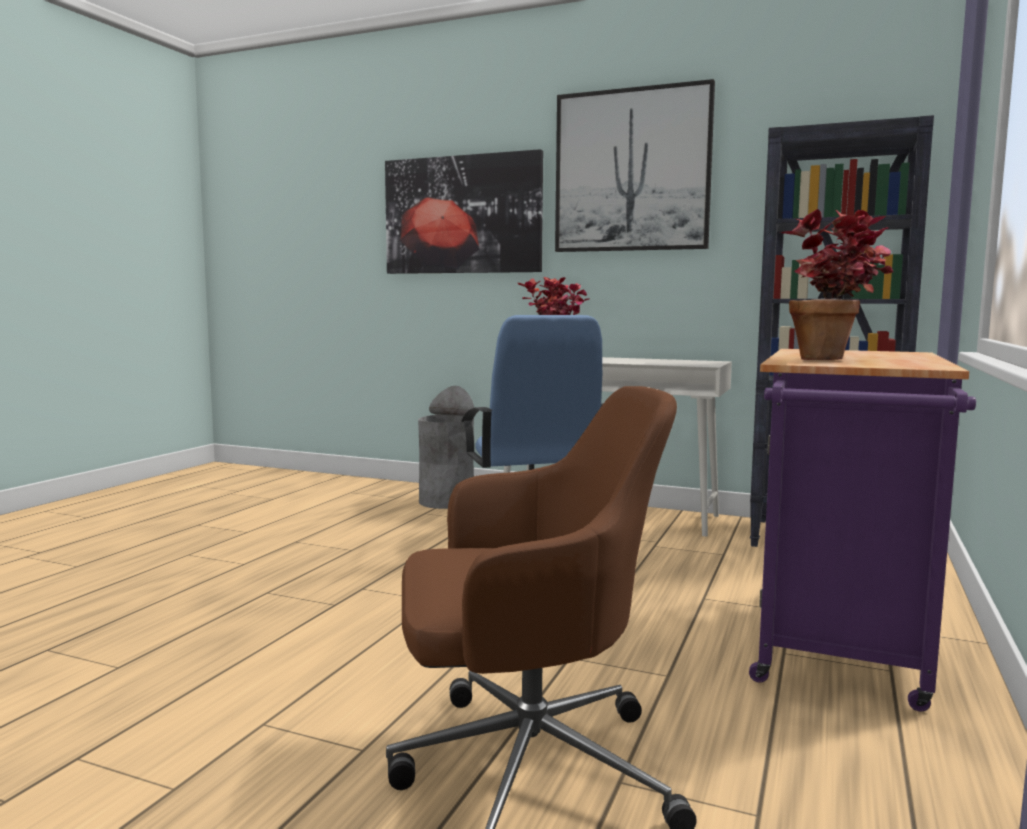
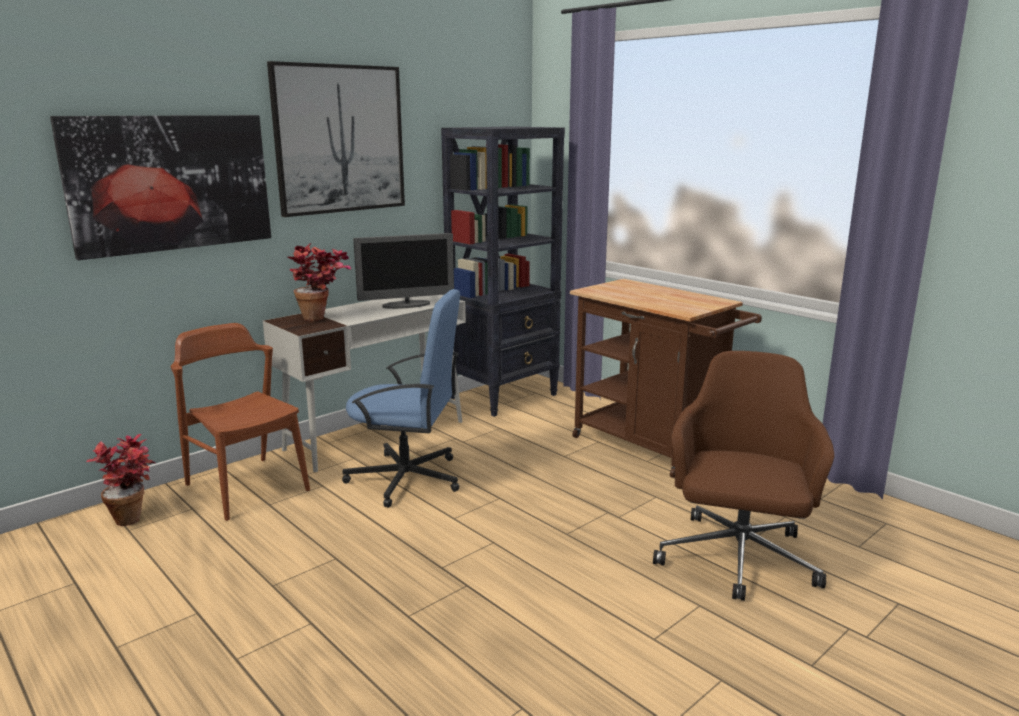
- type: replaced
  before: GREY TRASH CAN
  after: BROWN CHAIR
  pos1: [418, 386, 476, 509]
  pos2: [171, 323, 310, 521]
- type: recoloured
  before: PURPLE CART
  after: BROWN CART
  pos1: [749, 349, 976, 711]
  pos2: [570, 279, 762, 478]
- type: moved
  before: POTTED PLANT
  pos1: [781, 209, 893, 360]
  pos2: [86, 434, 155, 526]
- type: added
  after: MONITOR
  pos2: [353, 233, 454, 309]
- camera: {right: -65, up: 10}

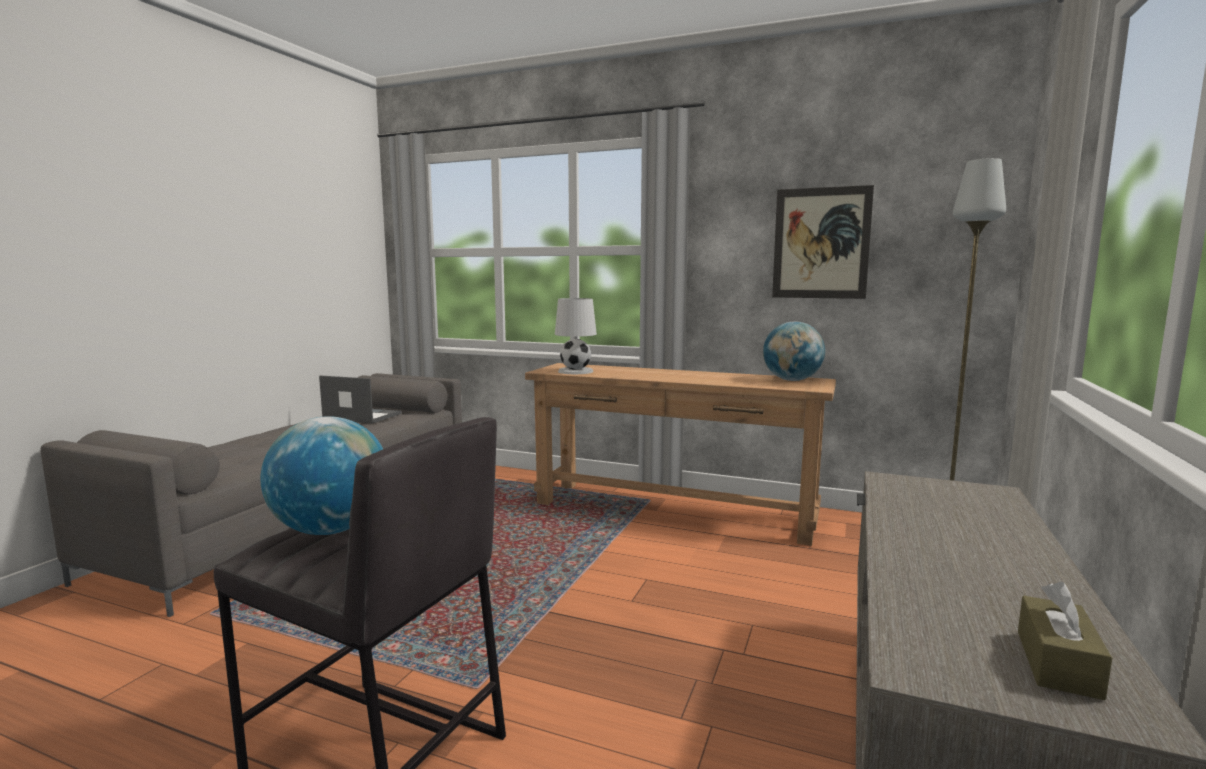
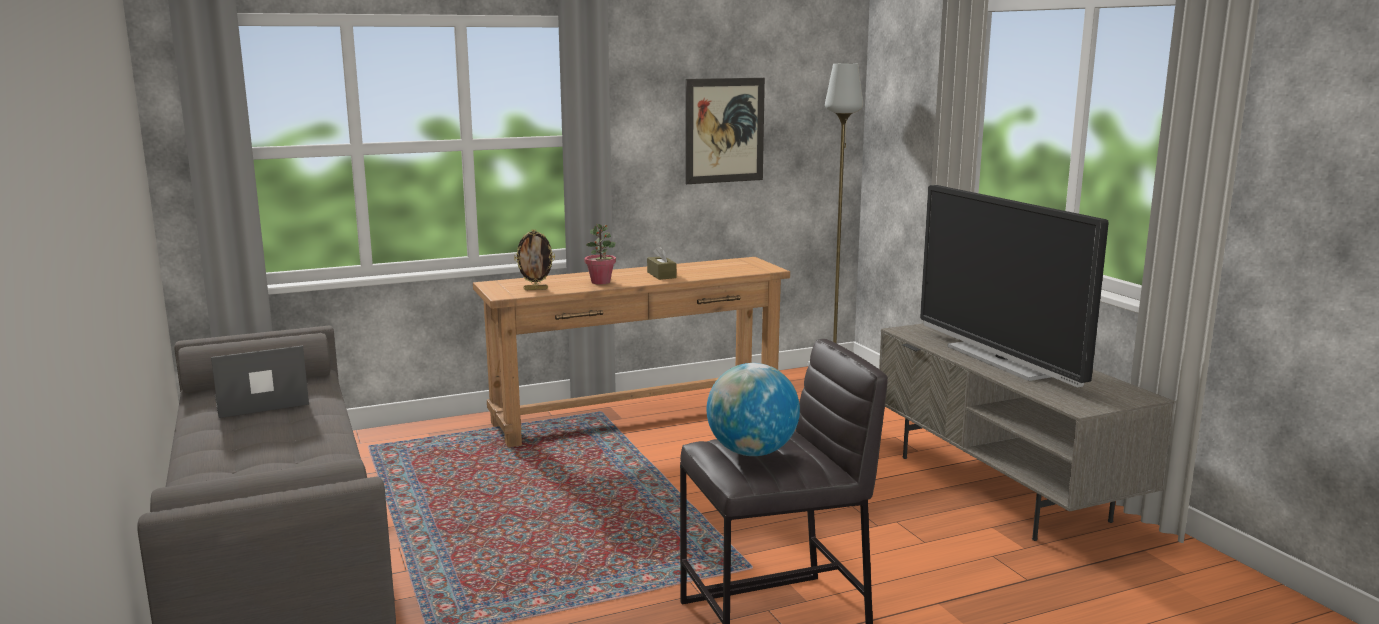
- type: replaced
  before: WHITE TABLE LAMP
  after: PICTURE FRAME
  pos1: [555, 298, 597, 374]
  pos2: [514, 229, 555, 290]
- type: removed
  before: GLOBE
  pos1: [763, 321, 825, 381]
- type: moved
  before: BROWN TISSUE BOX
  pos1: [1018, 581, 1112, 700]
  pos2: [647, 246, 677, 280]
- type: added
  after: POTTED PLANT
  pos2: [585, 224, 616, 285]
- type: added
  after: TELEVISION
  pos2: [920, 185, 1109, 387]
- camera: {right: -45, up: 5}

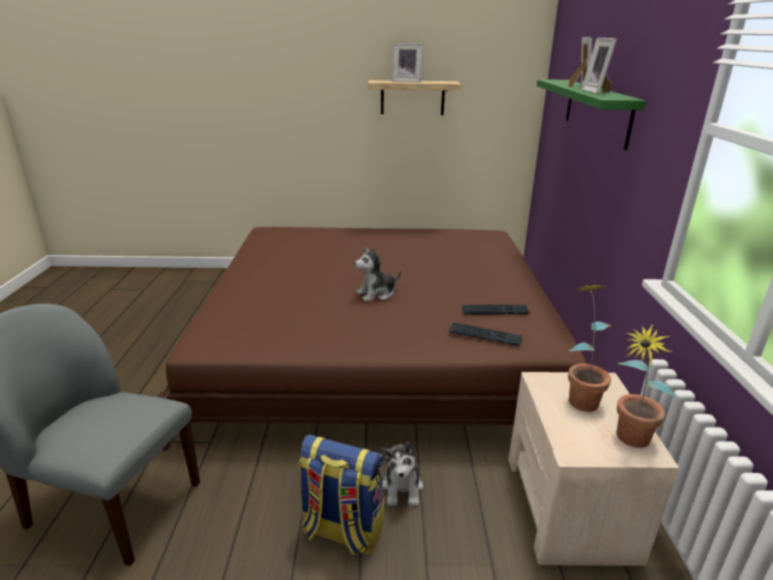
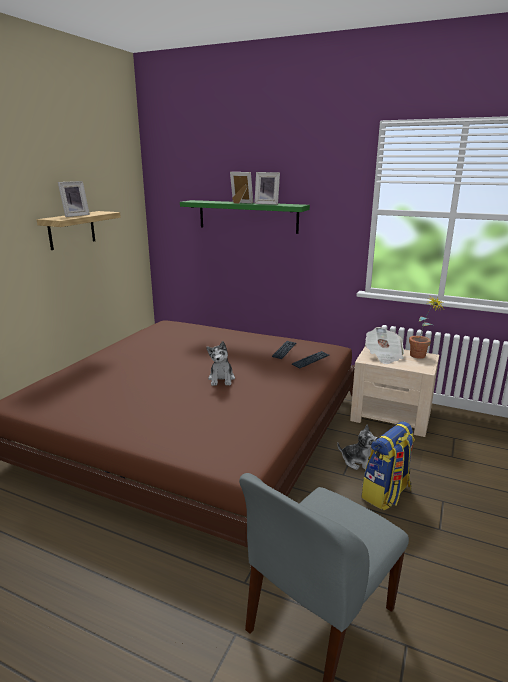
- type: replaced
  before: POTTED PLANT
  after: NEWSPAPER
  pos1: [568, 285, 612, 412]
  pos2: [365, 327, 404, 364]
- camera: {right: -65, up: -5}

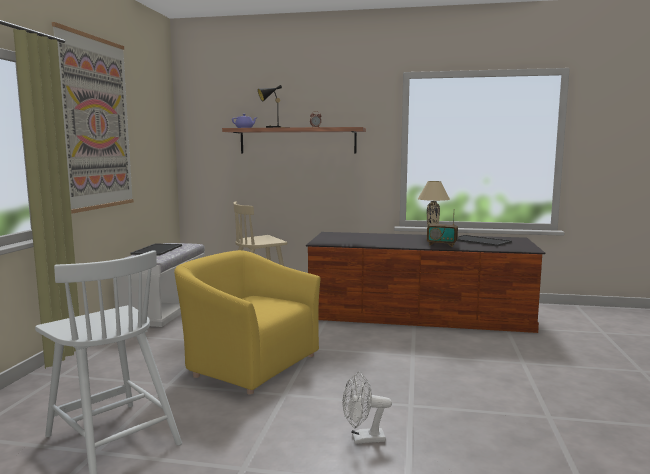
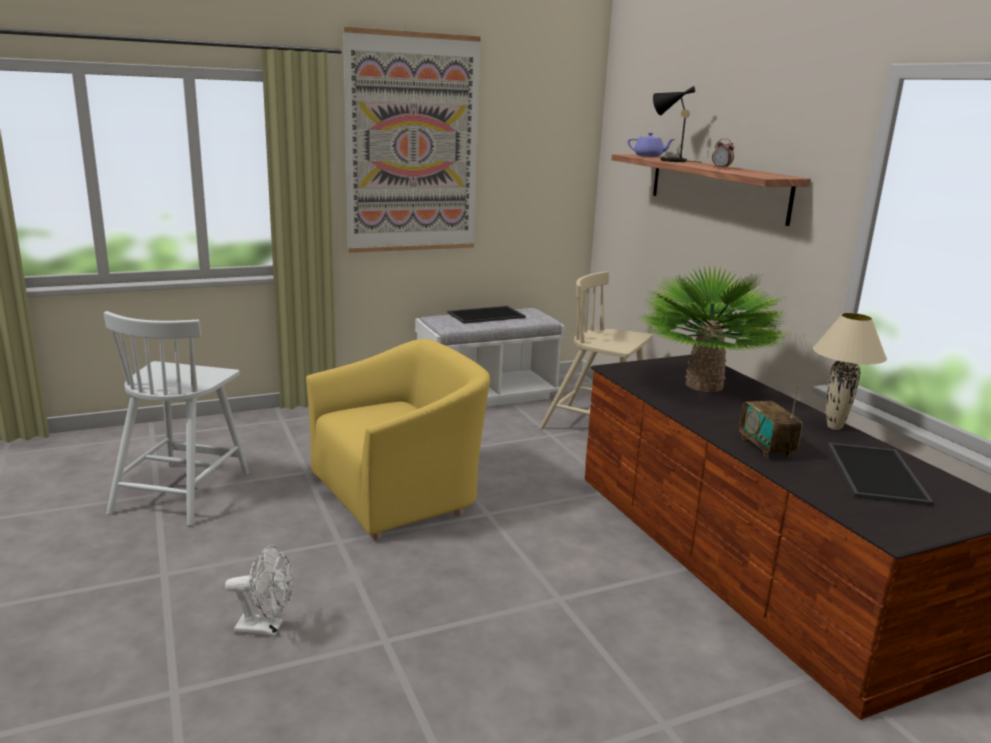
- type: turned
  before: YELLOW ARMCHAIR
  pos1: [174, 250, 320, 395]
  pos2: [306, 339, 490, 540]
  turn: 60
- type: turned
  before: WHITE FAN
  pos1: [343, 371, 392, 444]
  pos2: [225, 545, 293, 637]
  turn: 135
- type: added
  after: POTTED PLANT
  pos2: [639, 265, 789, 392]
- camera: {right: 55, up: 10}

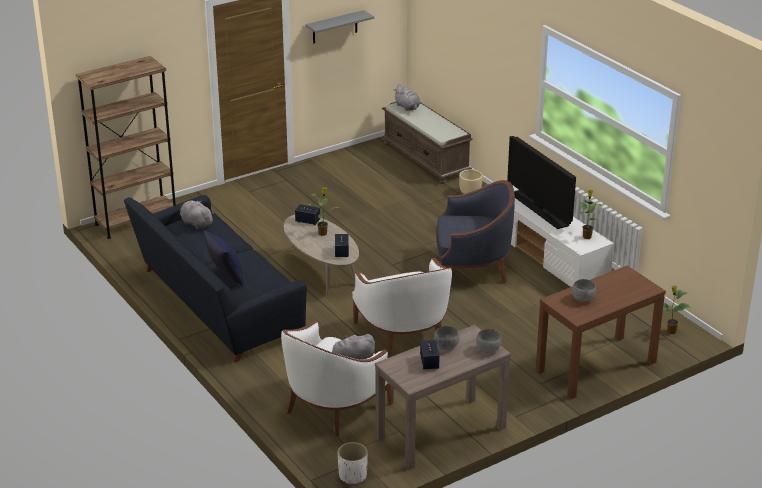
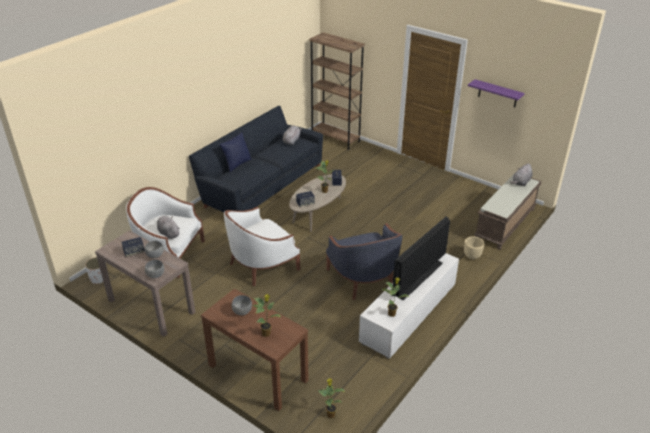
- type: recoloured
  before: GREY SHELF
  after: PURPLE SHELF
  pos1: [306, 10, 374, 44]
  pos2: [468, 79, 525, 107]
- type: added
  after: POTTED PLANT
  pos2: [252, 294, 281, 337]
- camera: {right: 70, up: 5}

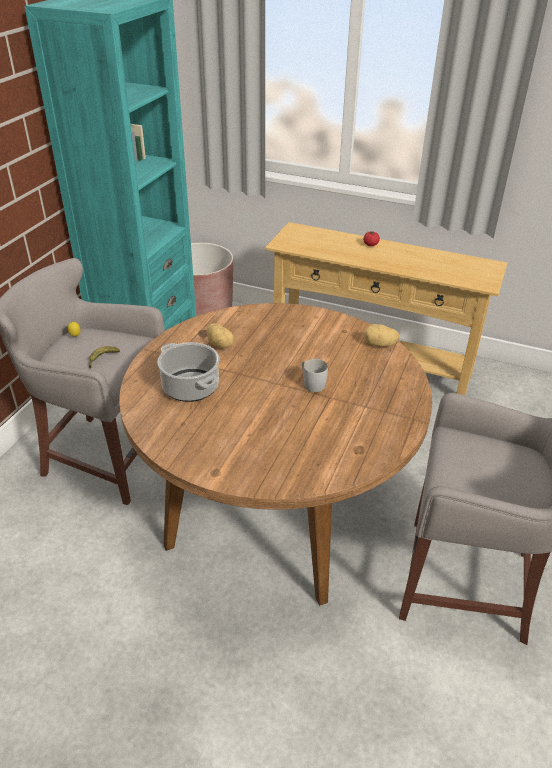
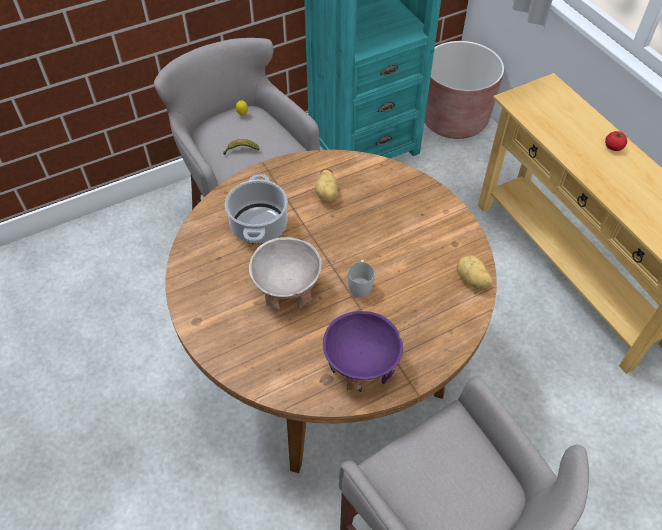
- type: added
  after: BEIGE BOWL
  pos2: [249, 237, 322, 311]
- type: added
  after: PURPLE BOWL
  pos2: [323, 311, 403, 392]
- camera: {right: 40, up: 15}

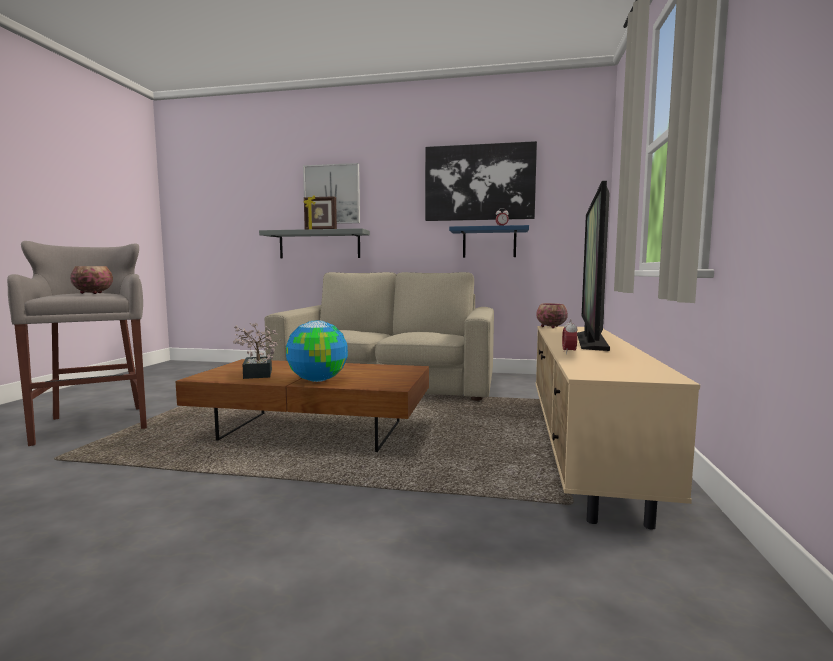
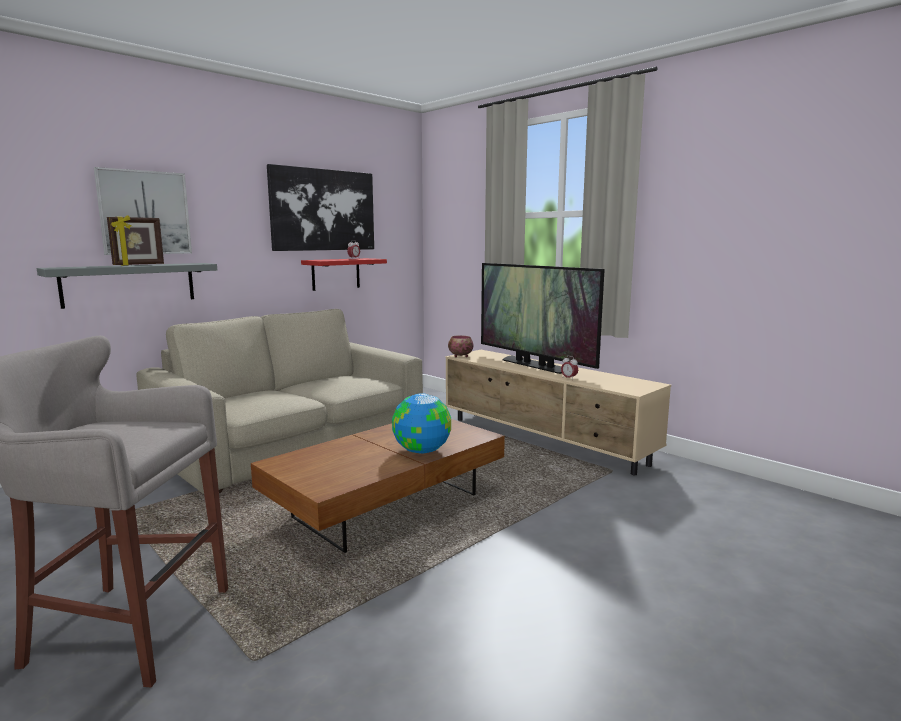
- type: removed
  before: BOWL
  pos1: [70, 266, 113, 294]
- type: removed
  before: POTTED PLANT
  pos1: [233, 322, 281, 379]
- type: recoloured
  before: BLUE SHELF
  after: RED SHELF
  pos1: [449, 225, 529, 258]
  pos2: [301, 258, 387, 291]
- camera: {right: -55, up: 5}

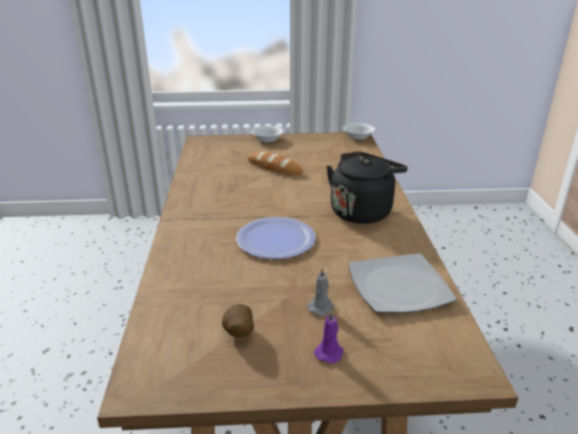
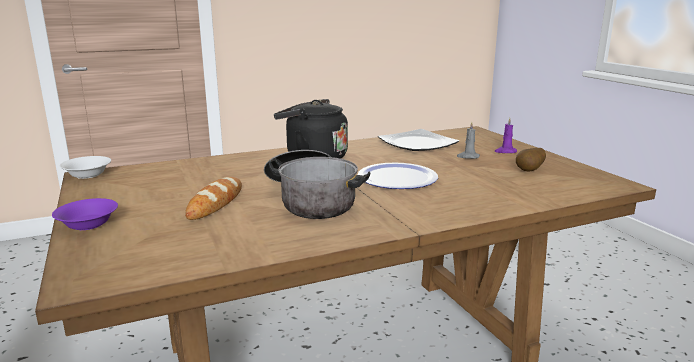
- type: recoloured
  before: WHITE BOWL
  after: PURPLE BOWL
  pos1: [251, 126, 284, 142]
  pos2: [52, 198, 118, 230]
- type: added
  after: COOKING POT
  pos2: [264, 150, 370, 219]
- camera: {right: -110, up: -10}

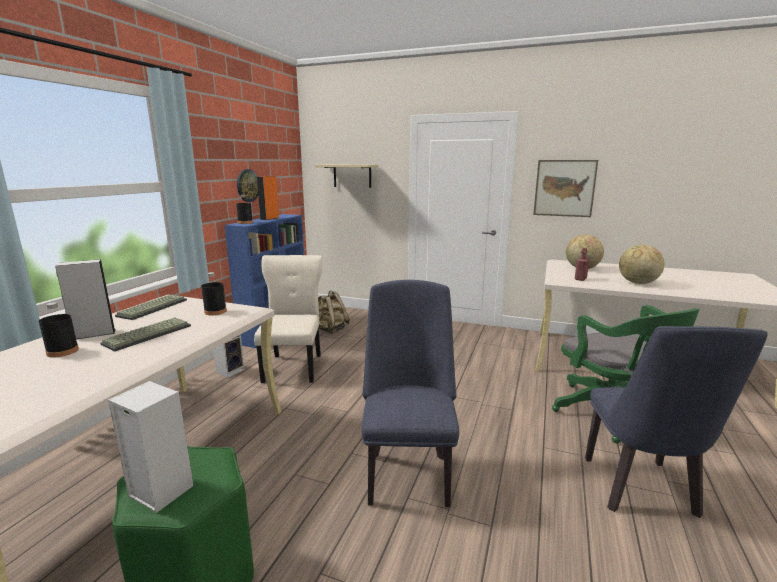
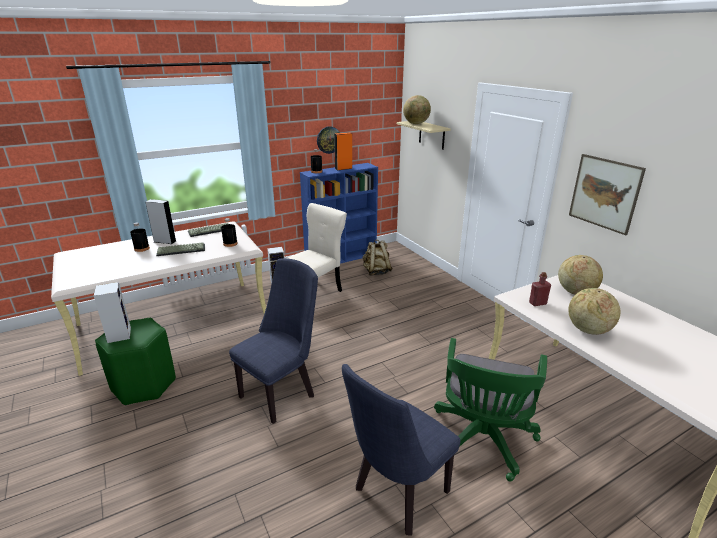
- type: added
  after: GLOBE
  pos2: [403, 95, 431, 124]
- camera: {right: 40, up: 10}

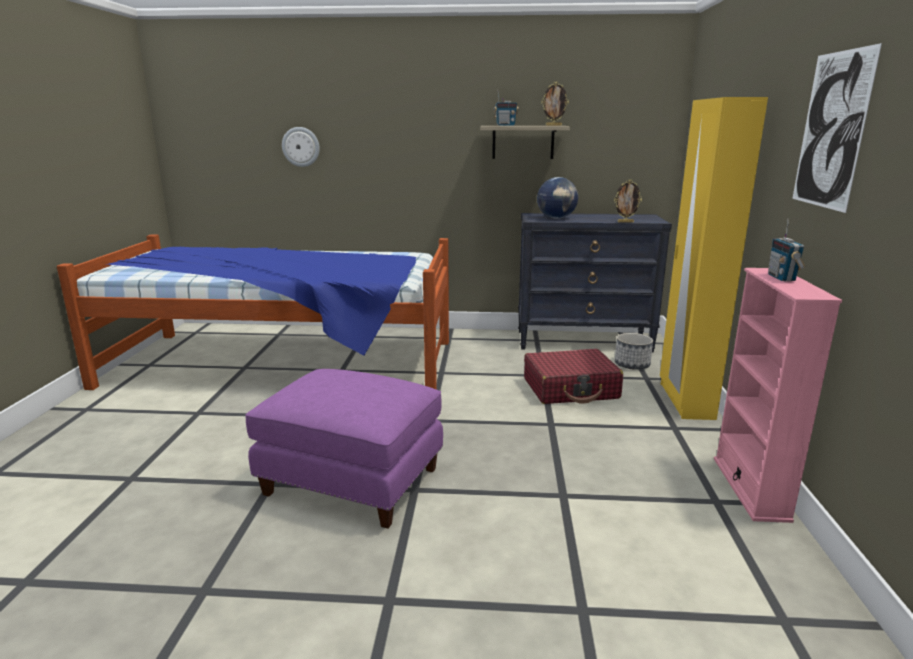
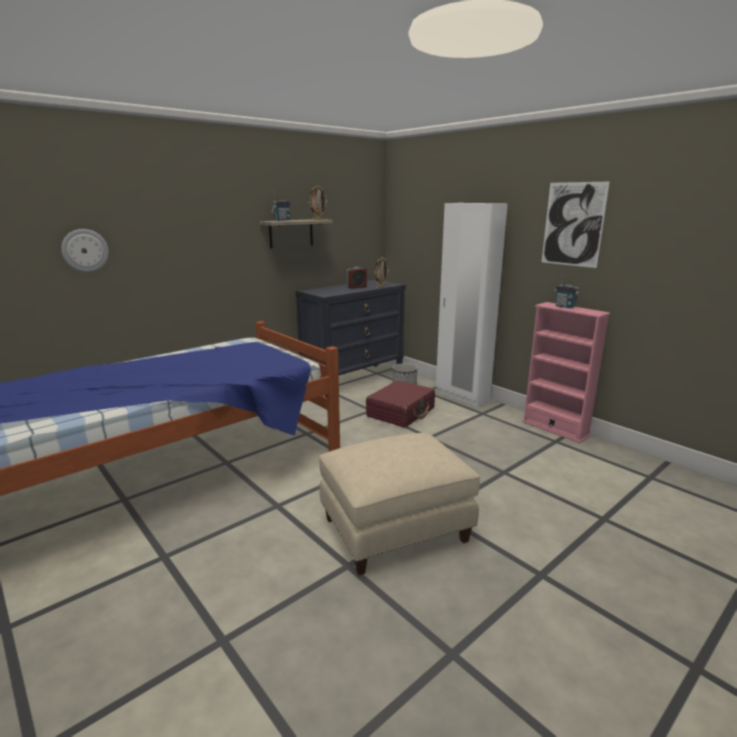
- type: recoloured
  before: PURPLE OTTOMAN
  after: BEIGE OTTOMAN
  pos1: [245, 369, 443, 529]
  pos2: [319, 433, 480, 575]
- type: removed
  before: GLOBE
  pos1: [537, 177, 578, 219]
- type: recoloured
  before: YELLOW WARDROBE
  after: WHITE WARDROBE
  pos1: [660, 97, 768, 420]
  pos2: [436, 203, 508, 407]
- type: added
  after: ALARM CLOCK
  pos2: [347, 267, 367, 289]
- camera: {right: -45, up: 0}

